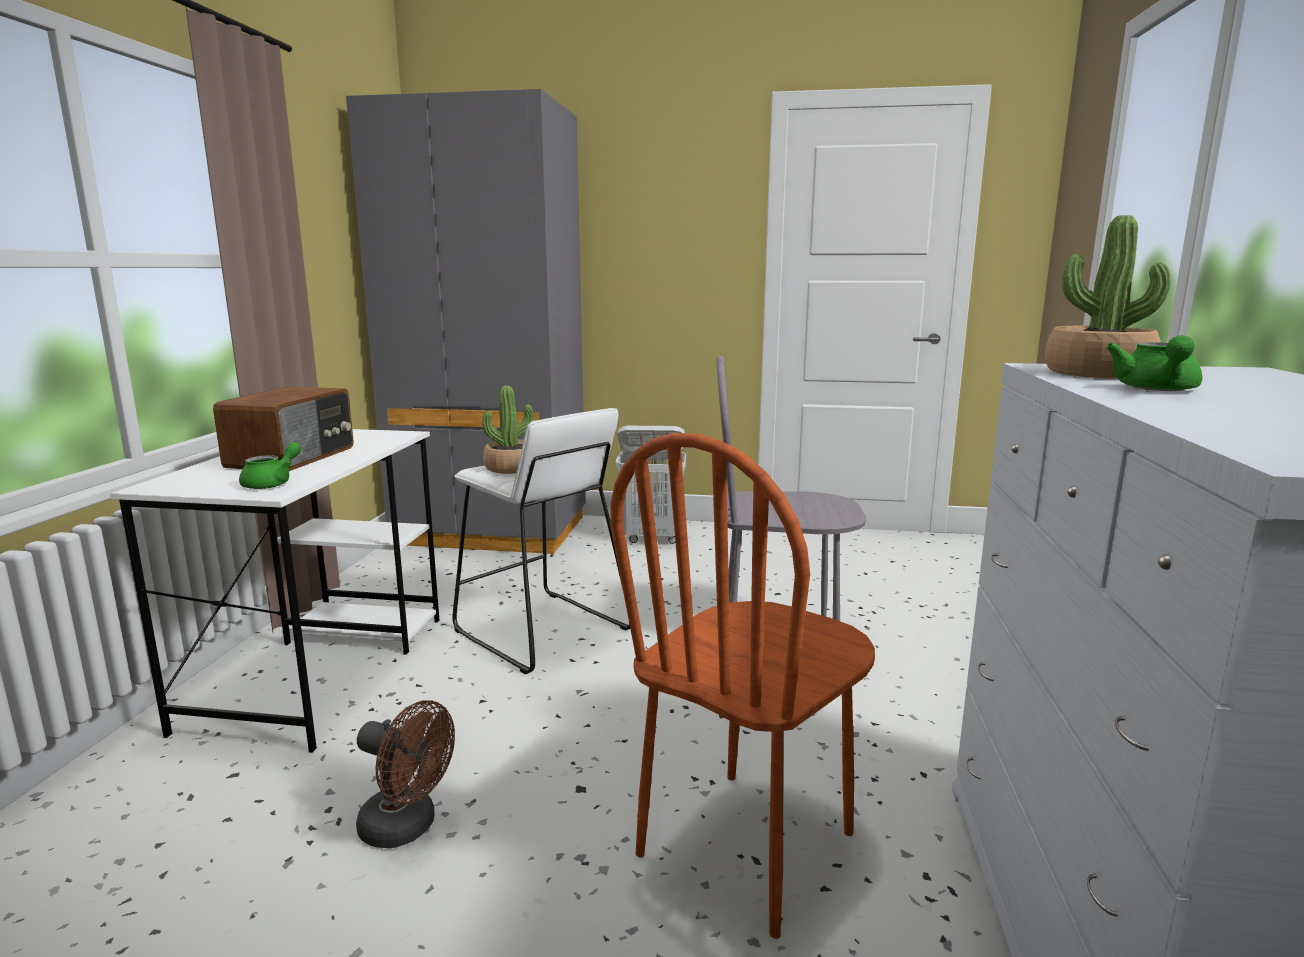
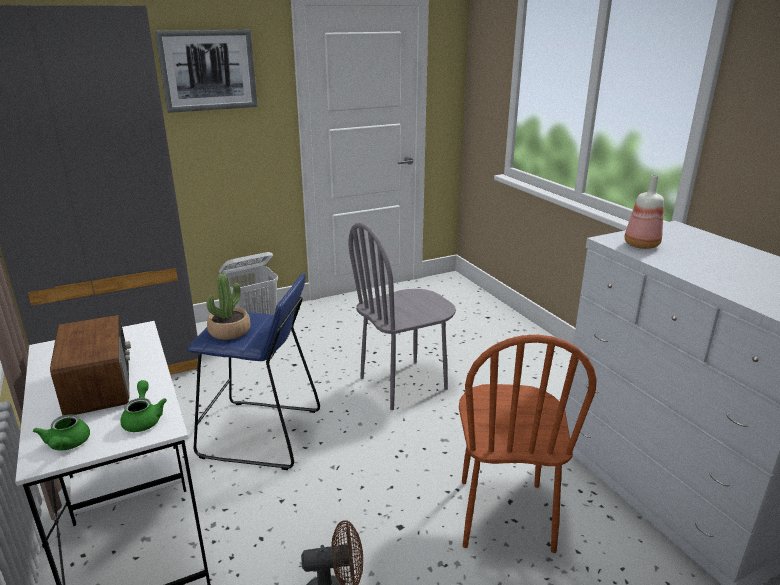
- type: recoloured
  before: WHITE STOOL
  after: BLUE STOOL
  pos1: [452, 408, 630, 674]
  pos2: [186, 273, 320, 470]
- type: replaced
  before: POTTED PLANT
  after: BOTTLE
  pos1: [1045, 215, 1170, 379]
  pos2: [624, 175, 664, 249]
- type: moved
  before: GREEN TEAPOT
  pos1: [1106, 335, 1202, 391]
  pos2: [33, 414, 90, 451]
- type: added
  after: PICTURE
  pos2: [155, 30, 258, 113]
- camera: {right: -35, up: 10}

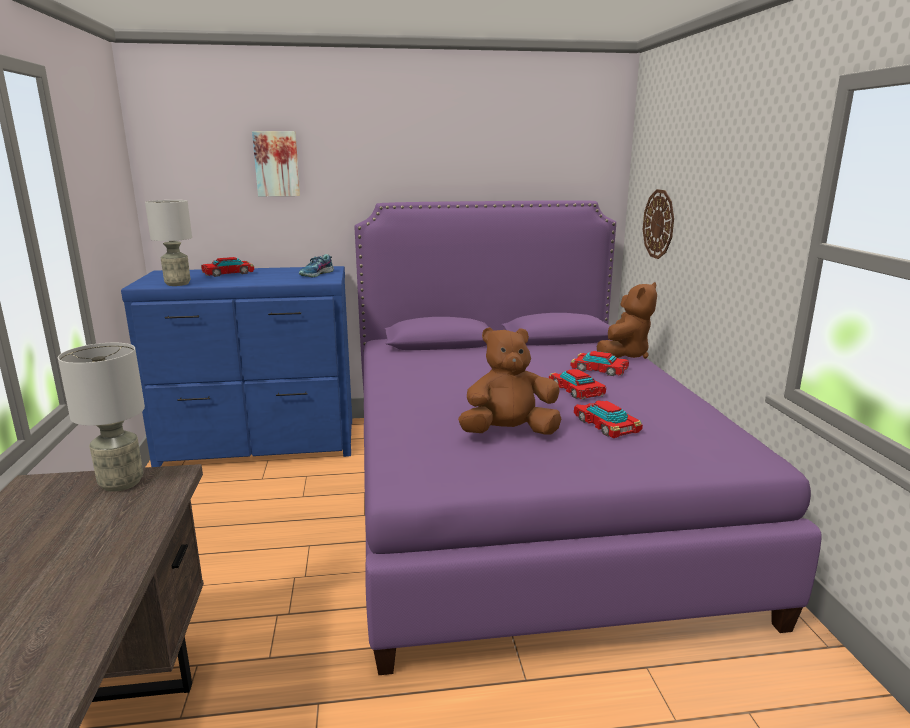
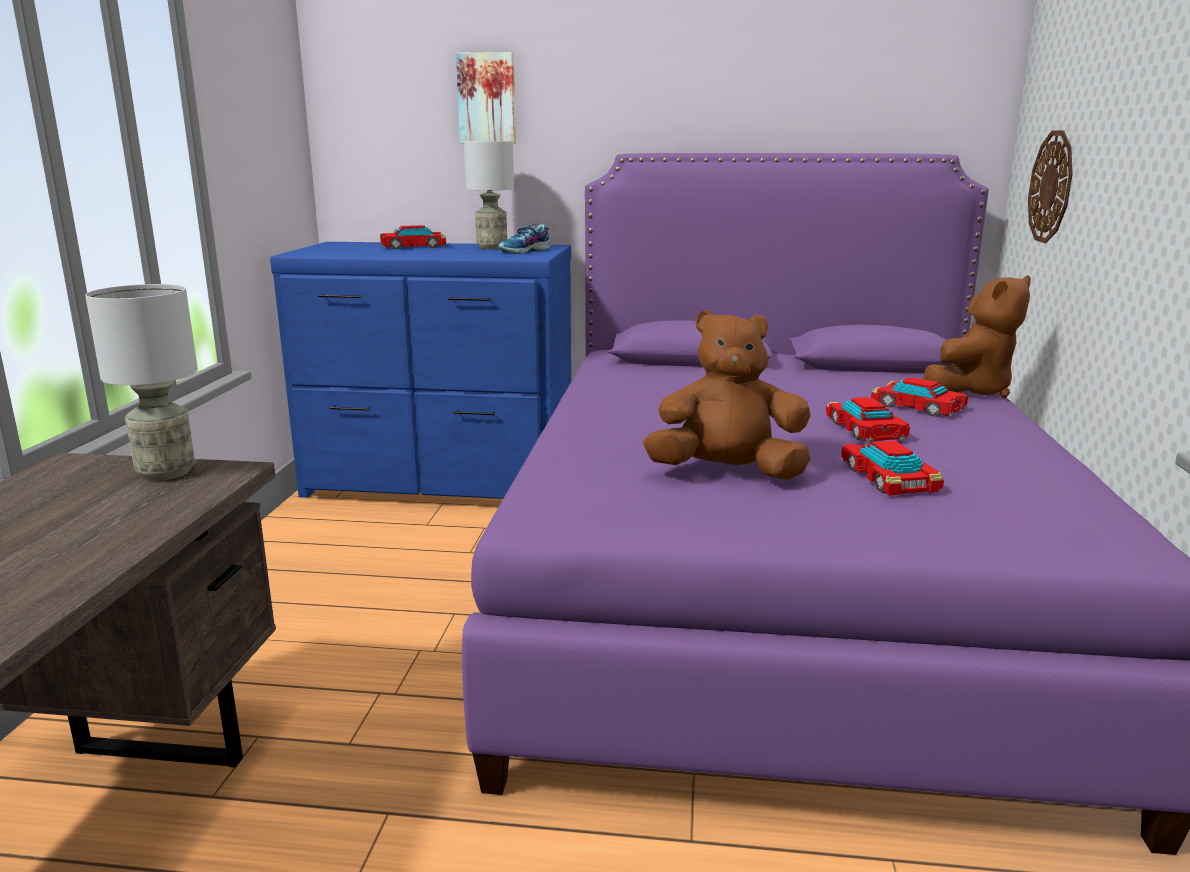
- type: moved
  before: GREY TABLE LAMP
  pos1: [145, 200, 192, 286]
  pos2: [464, 141, 514, 249]
- camera: {right: 15, up: 0}

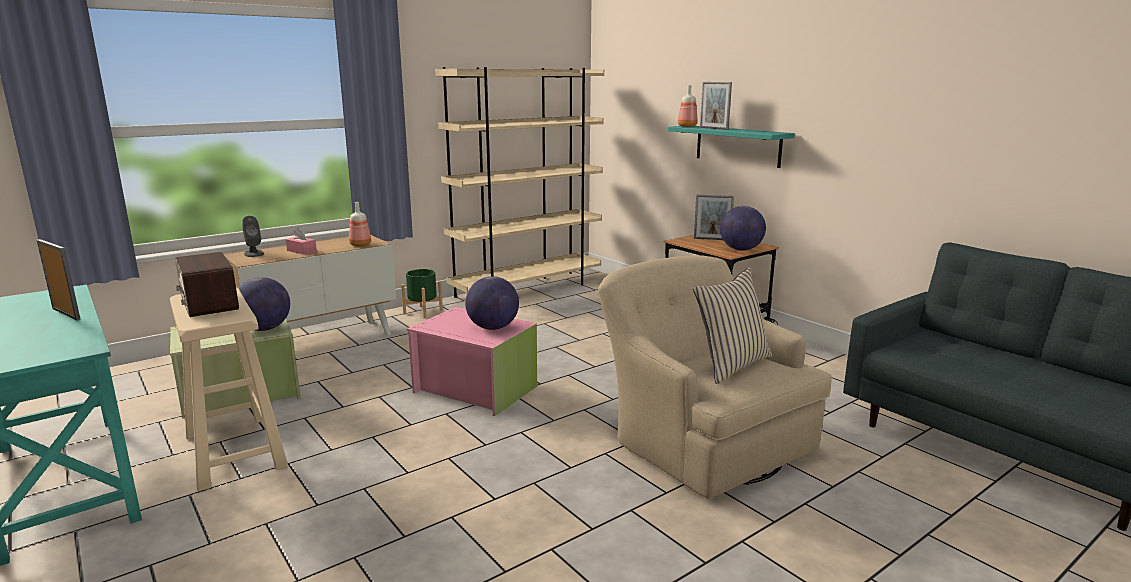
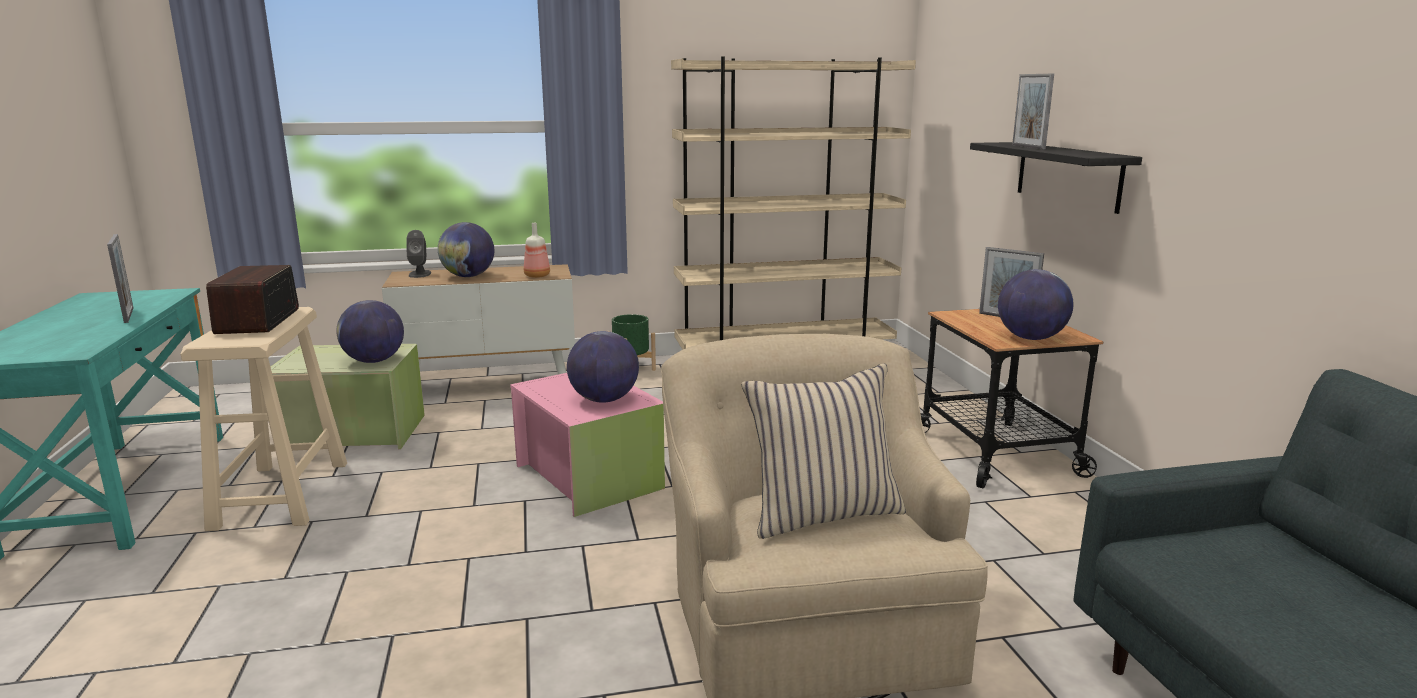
- type: replaced
  before: PINK TISSUE BOX
  after: GLOBE
  pos1: [286, 228, 317, 255]
  pos2: [438, 222, 494, 277]
- type: recoloured
  before: TURQUOISE SHELF
  after: BLACK SHELF
  pos1: [668, 126, 795, 168]
  pos2: [970, 142, 1142, 214]
- type: removed
  before: BOTTLE
  pos1: [678, 85, 697, 127]
- camera: {right: 25, up: 0}

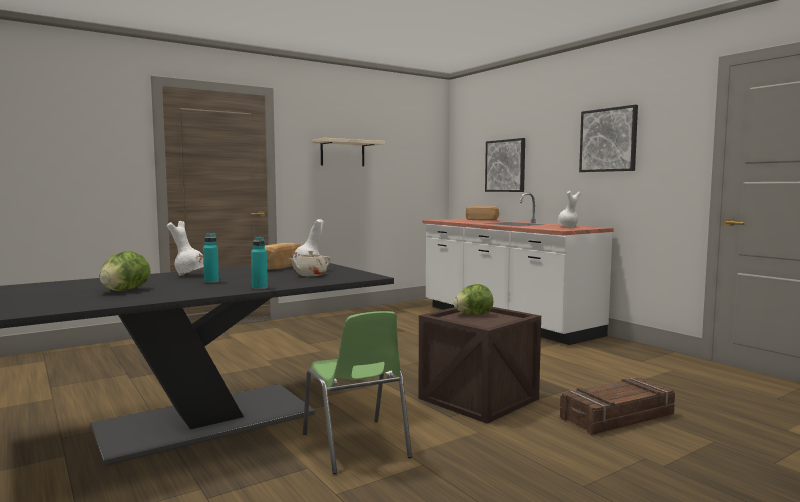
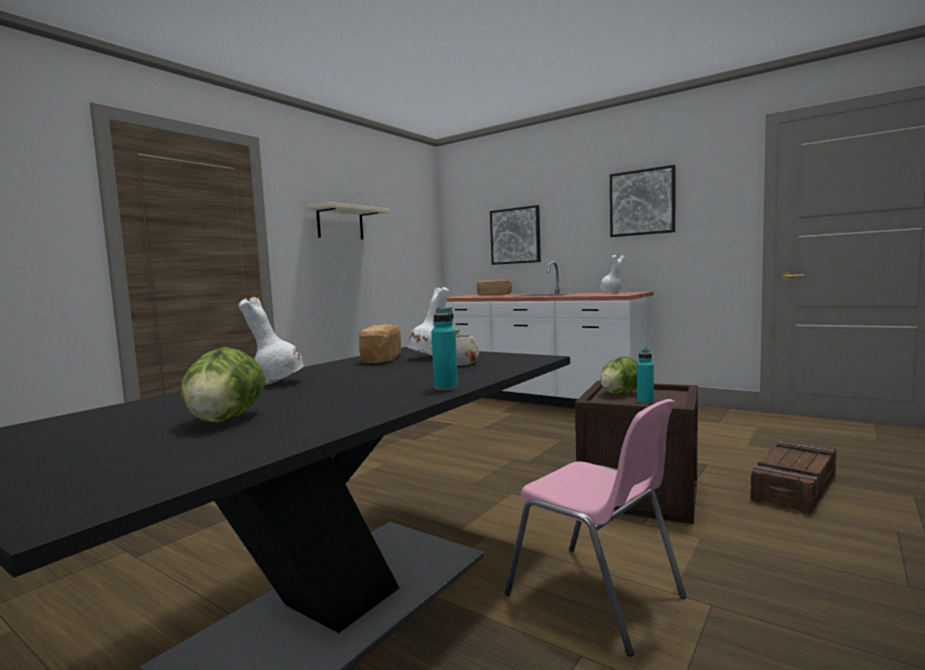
- type: moved
  before: TURQUOISE BOTTLE
  pos1: [203, 233, 219, 283]
  pos2: [637, 348, 654, 404]
- type: recoloured
  before: GREEN CHAIR
  after: PINK CHAIR
  pos1: [303, 311, 412, 474]
  pos2: [505, 399, 687, 657]
- camera: {right: -20, up: 0}

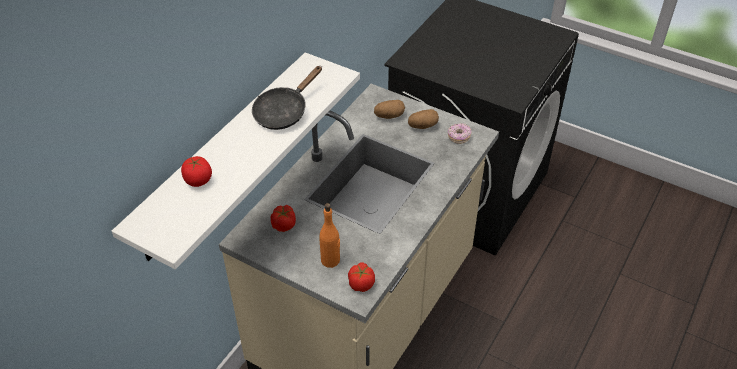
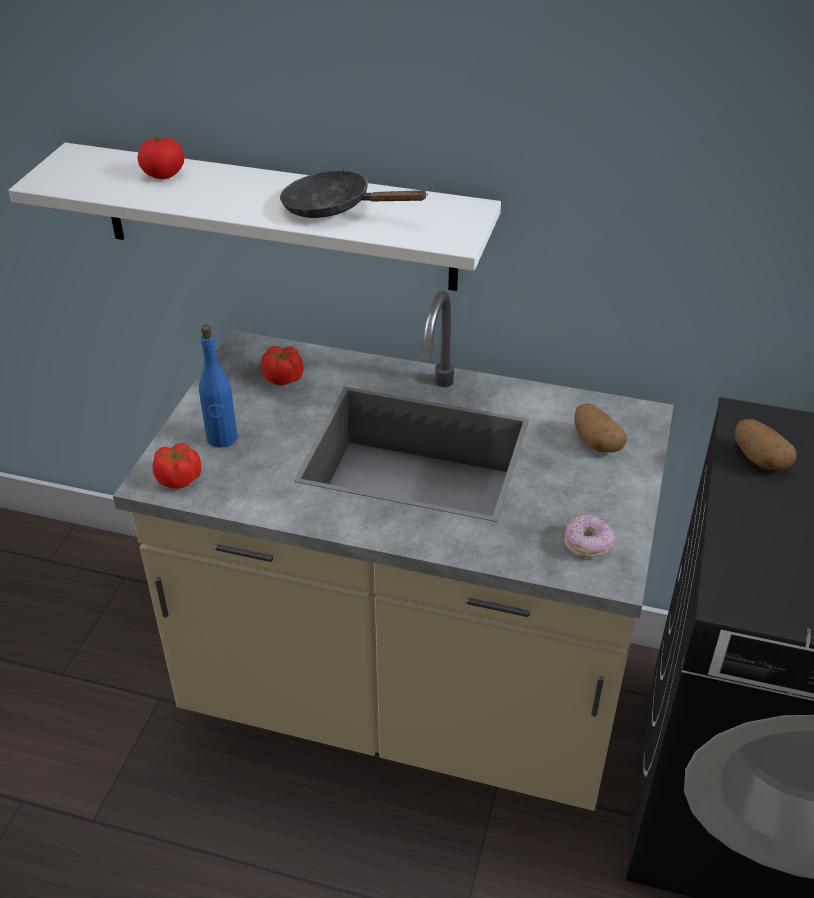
- type: recoloured
  before: ORANGE BOTTLE
  after: BLUE BOTTLE
  pos1: [319, 203, 340, 268]
  pos2: [199, 325, 238, 448]
- type: moved
  before: POTATO
  pos1: [408, 109, 439, 129]
  pos2: [735, 419, 797, 470]
- camera: {right: 75, up: -5}

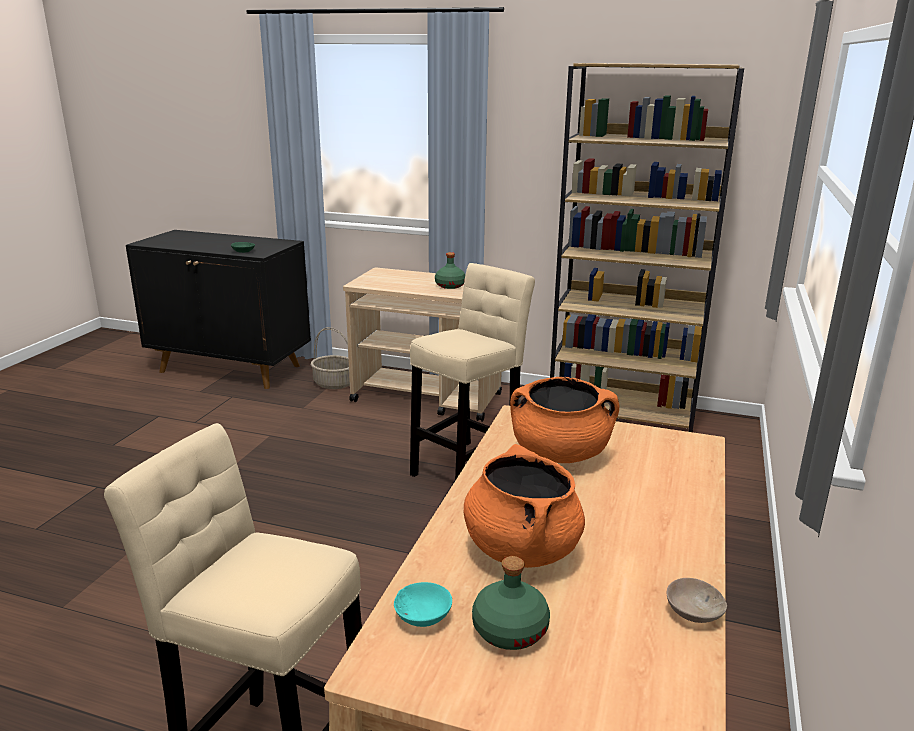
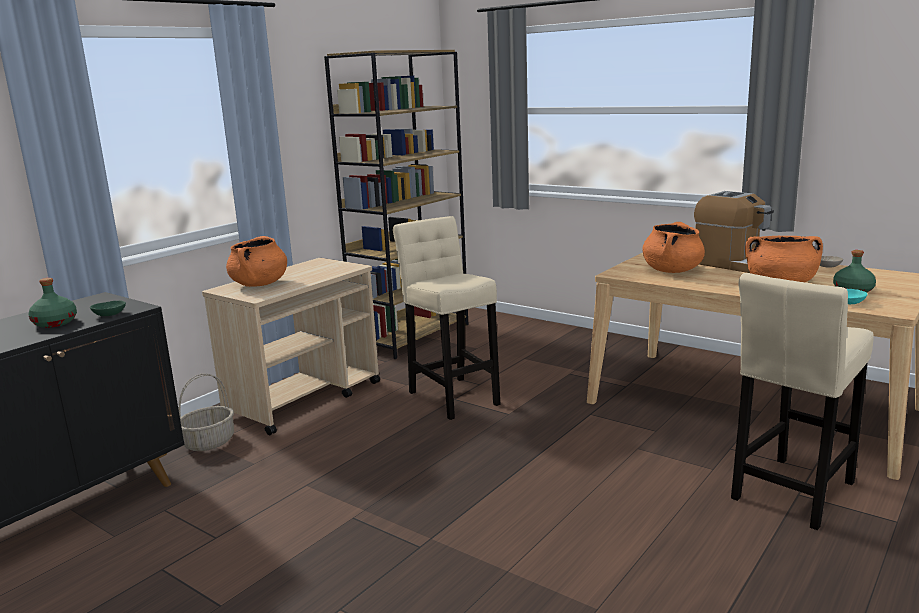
- type: moved
  before: GREEN BOTTLE
  pos1: [435, 252, 465, 289]
  pos2: [29, 278, 77, 328]
- type: added
  after: ORANGE COOKING POT
  pos2: [226, 236, 287, 287]
- type: added
  after: COFFEE MACHINE
  pos2: [694, 191, 774, 273]
- camera: {right: -70, up: -5}

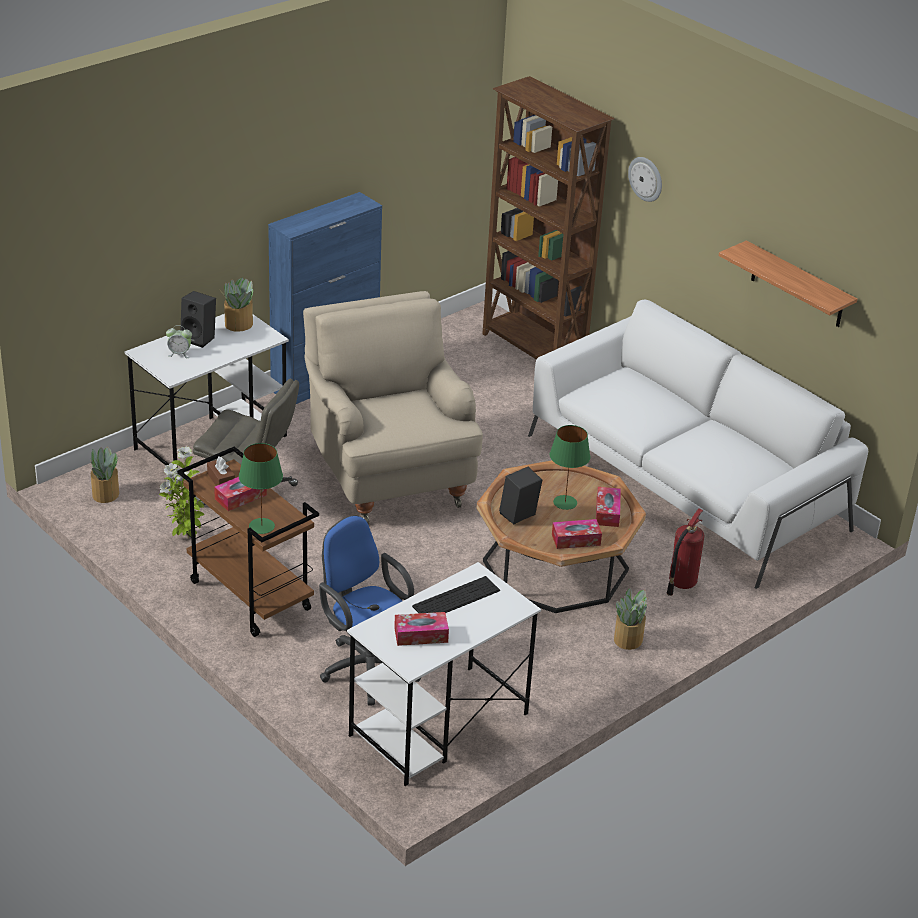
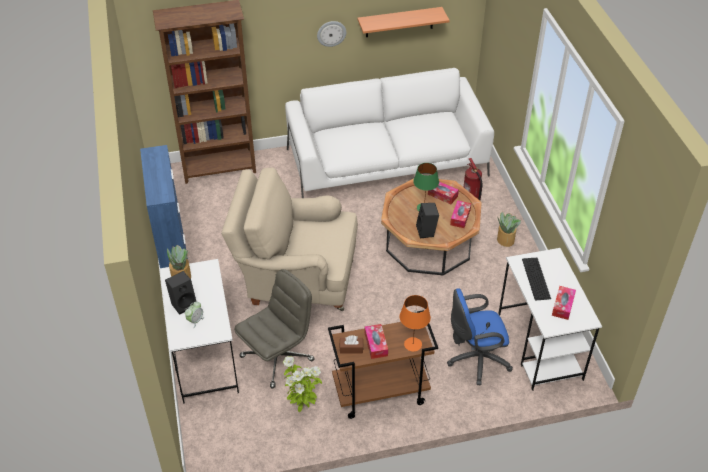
- type: removed
  before: POTTED PLANT
  pos1: [90, 447, 119, 503]
- type: recoloured
  before: GREEN TABLE LAMP
  after: ORANGE TABLE LAMP
  pos1: [239, 443, 283, 534]
  pos2: [400, 295, 431, 352]
- type: moved
  before: WALL CLOCK
  pos1: [628, 157, 662, 202]
  pos2: [317, 21, 346, 47]
- camera: {right: -60, up: 10}

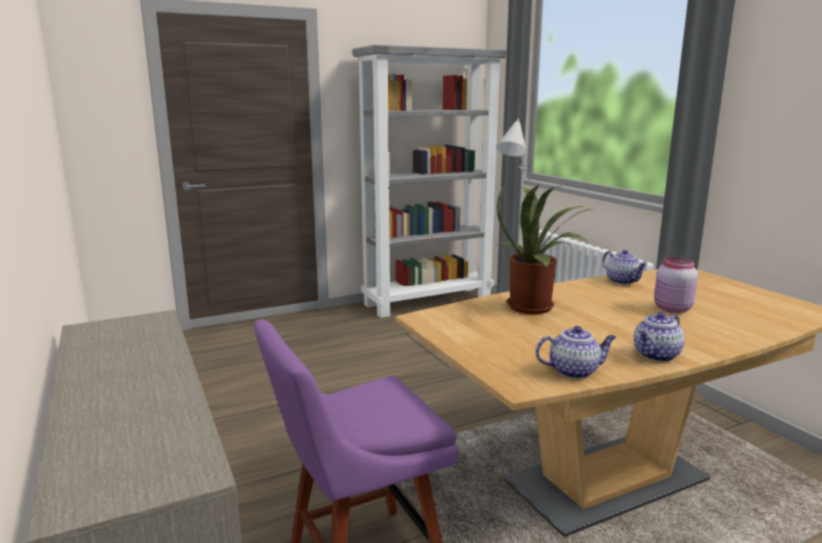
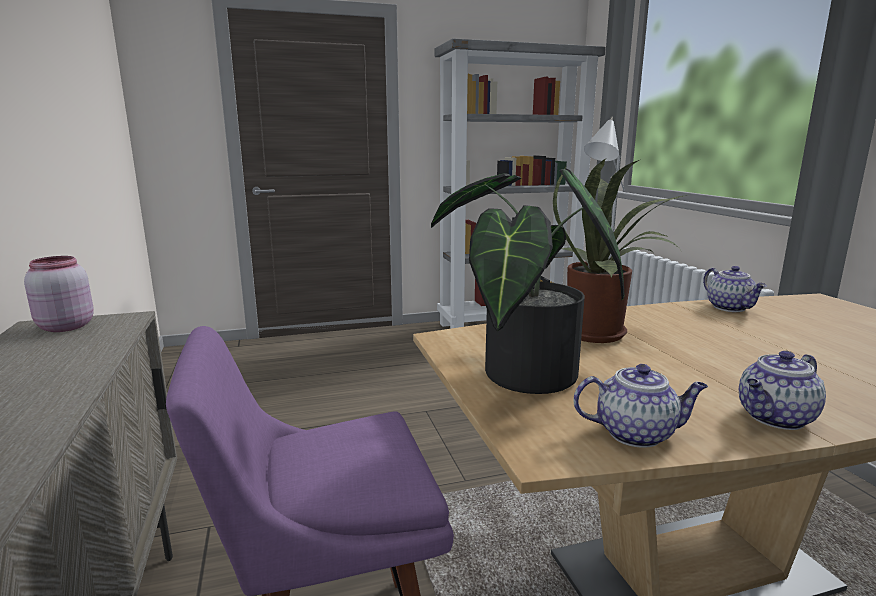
- type: moved
  before: PINK JAR
  pos1: [654, 257, 698, 313]
  pos2: [24, 256, 94, 332]
- type: added
  after: POTTED PLANT
  pos2: [431, 169, 625, 394]
- camera: {right: 10, up: 0}

